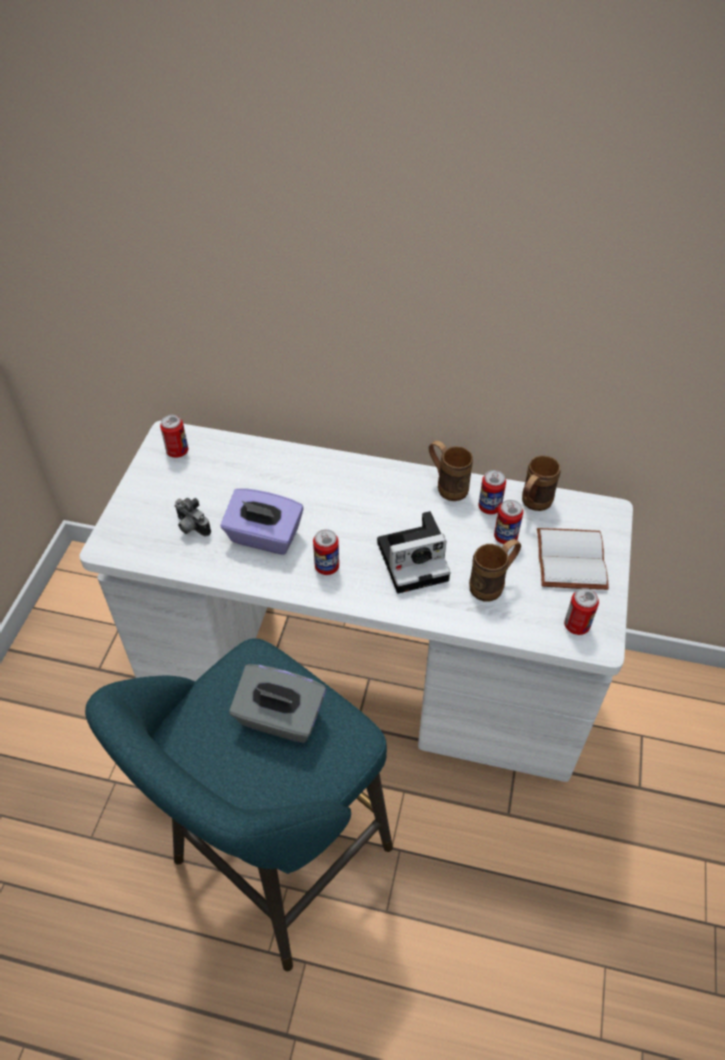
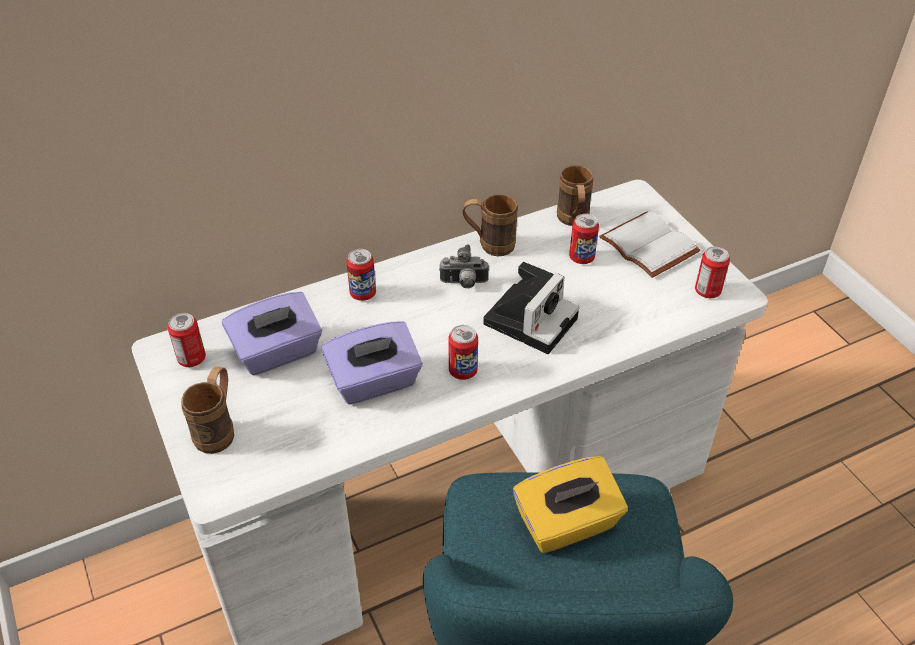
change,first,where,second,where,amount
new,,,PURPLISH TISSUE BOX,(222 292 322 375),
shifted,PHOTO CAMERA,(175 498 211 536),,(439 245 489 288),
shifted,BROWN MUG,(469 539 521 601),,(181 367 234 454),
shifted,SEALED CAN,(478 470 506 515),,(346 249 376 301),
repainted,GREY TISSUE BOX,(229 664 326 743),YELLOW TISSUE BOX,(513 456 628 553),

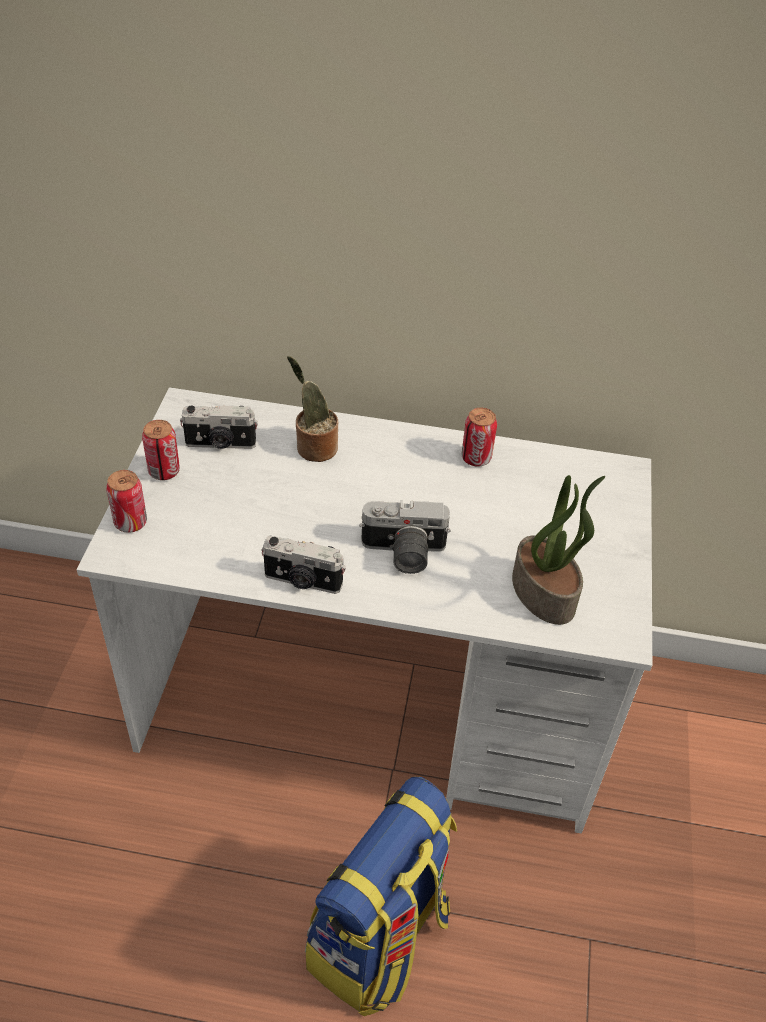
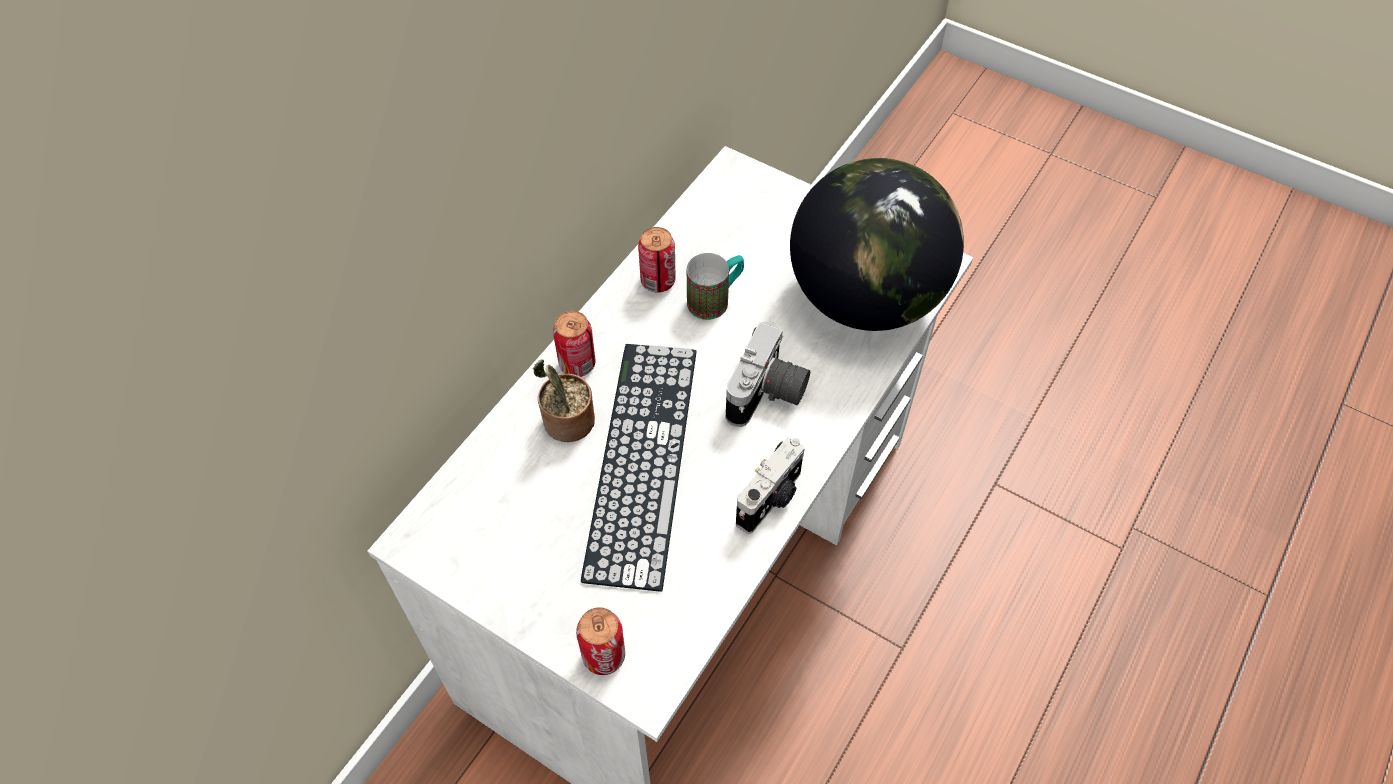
change,first,where,second,where,amount
gone,PHOTO CAMERA,(180 405 258 449),,,
gone,RUCKSACK,(305 777 457 1016),,,
new,,,PC KEYBOARD,(581 344 696 592),
new,,,MUG,(687 253 744 320),
shifted,SEALED CAN,(142 420 180 480),,(553 311 596 377),
swapped,POTTED PLANT,(512 475 605 625),GLOBE,(790 158 964 331),

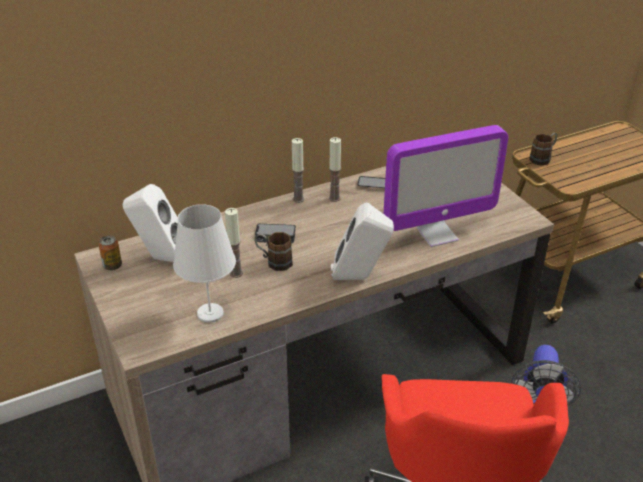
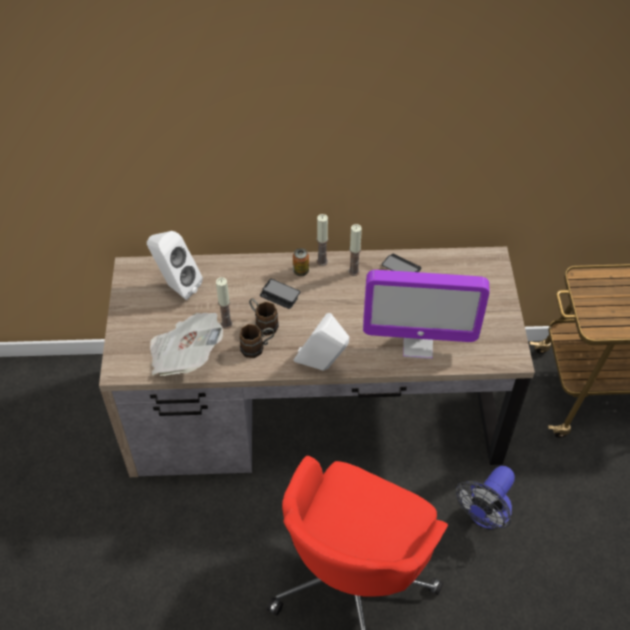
change,first,where,second,where,amount
shifted,SEALED CAN,(99 235 122 271),,(293 248 309 276),
shifted,BROWN MUG,(529 133 557 166),,(239 324 274 358),
swapped,WHITISH TABLETOP LAMP,(173 204 236 323),PRINTED PAPER,(150 313 223 376),

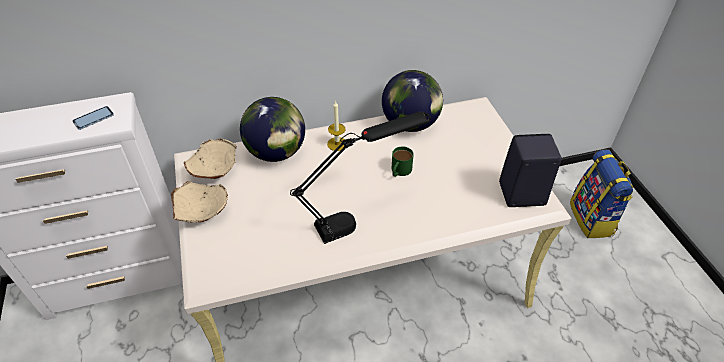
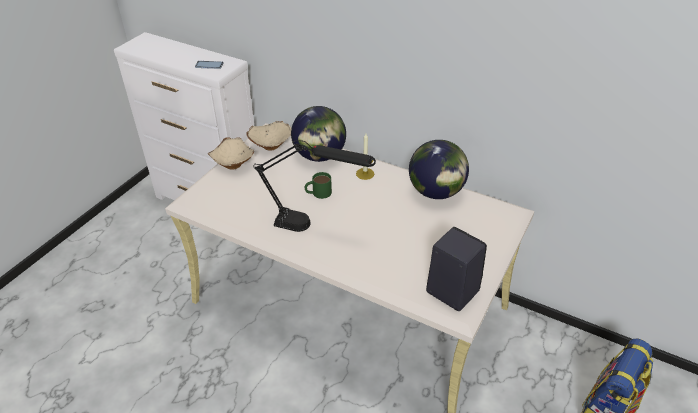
change,first,where,second,where,amount
shifted,GREEN MUG,(392 147 414 177),,(305 172 332 199),

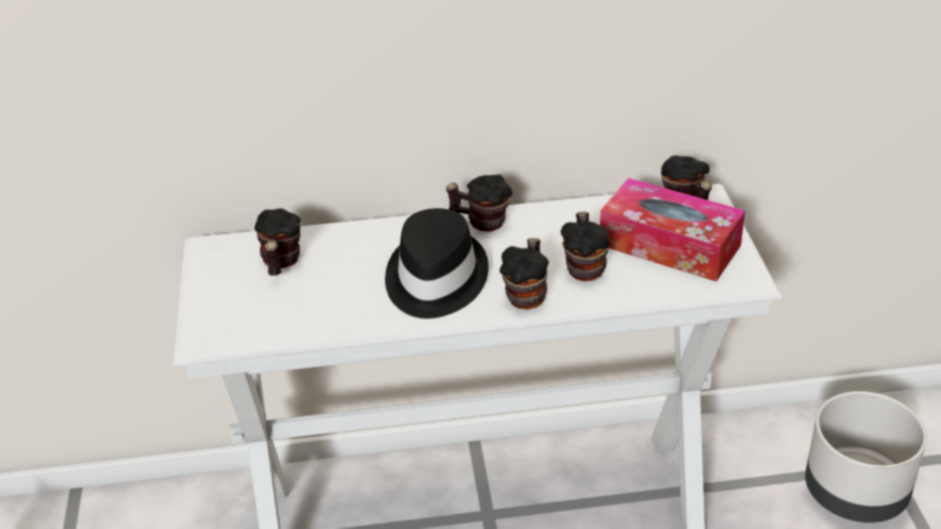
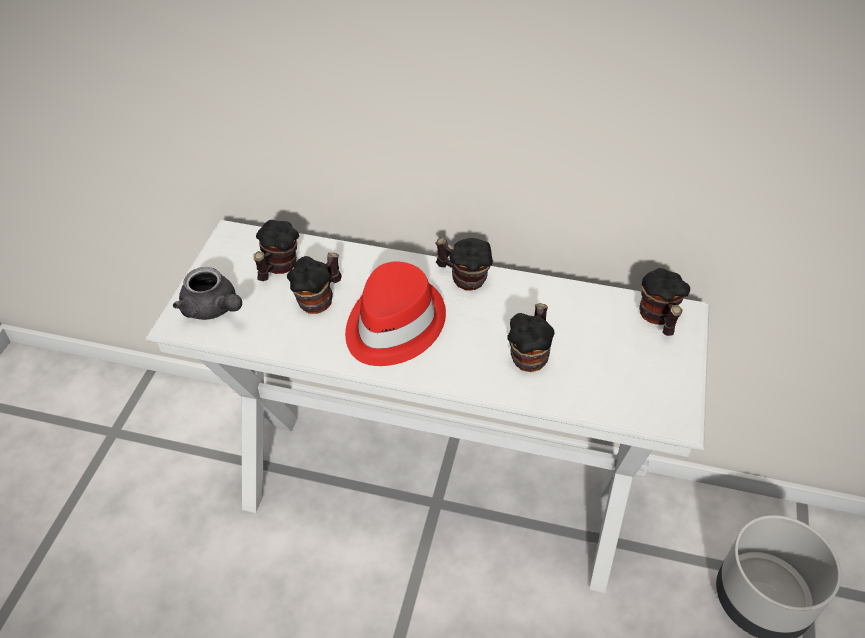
change,first,where,second,where,amount
gone,TISSUE BOX,(600 178 745 282),,,
new,,,GREY POT FOR TEA,(173 267 242 320),
shifted,MUG,(500 238 549 310),,(287 253 342 314),
repainted,BLACK-COLOURED CLOTHING HAT,(385 208 489 319),REDDISH CLOTHING HAT,(345 261 446 366),

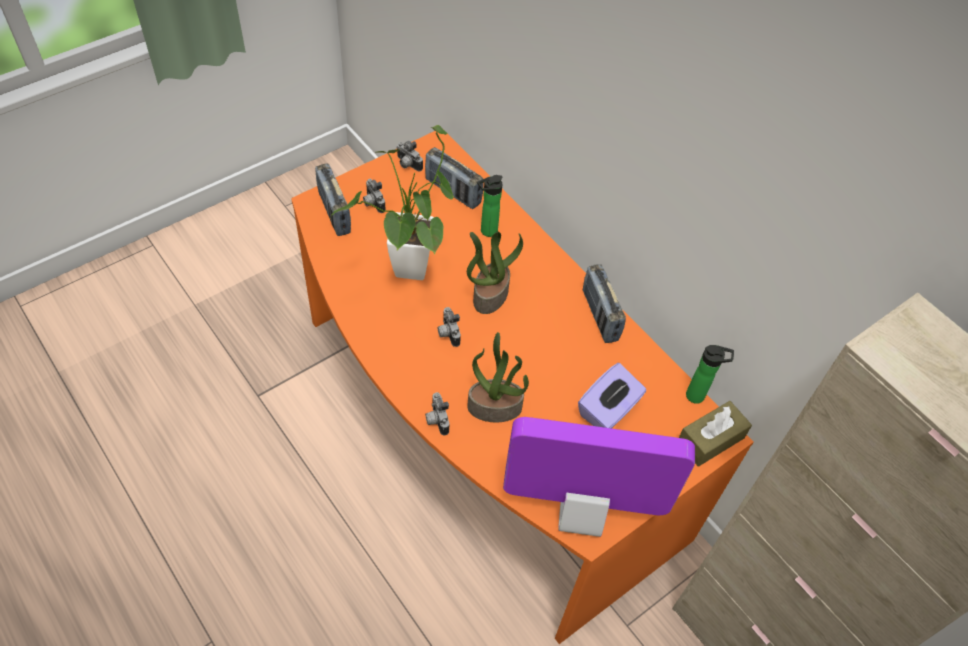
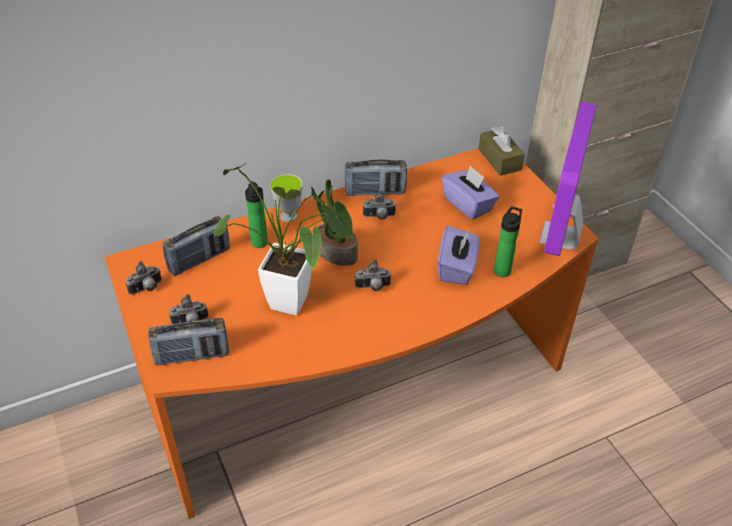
change,first,where,second,where,amount
new,,,SMALL CUP,(270 174 303 222),
shifted,PHOTO CAMERA,(425 392 449 435),,(363 191 396 220),
shifted,BOTTLE,(686 345 734 404),,(494 206 522 277),
swapped,POTTED PLANT,(467 332 529 422),PURPLISH TISSUE BOX,(438 226 479 285),

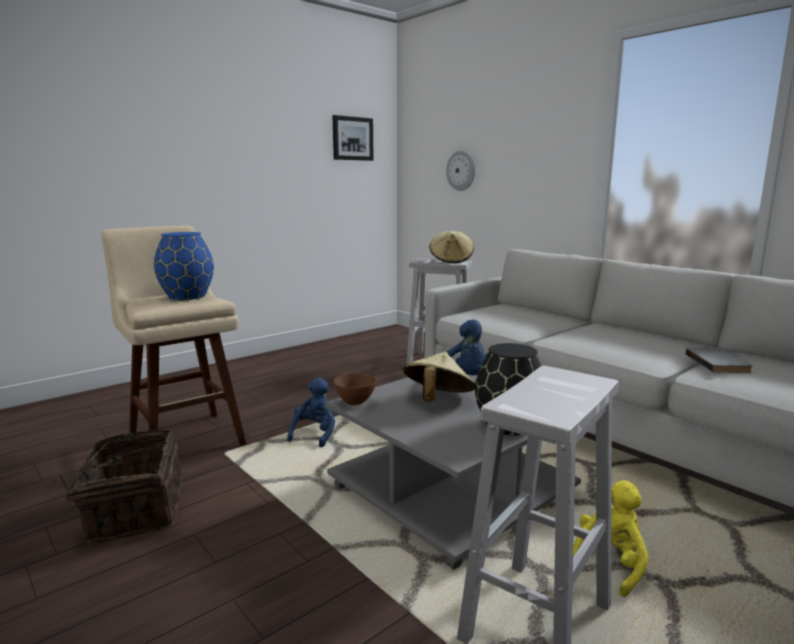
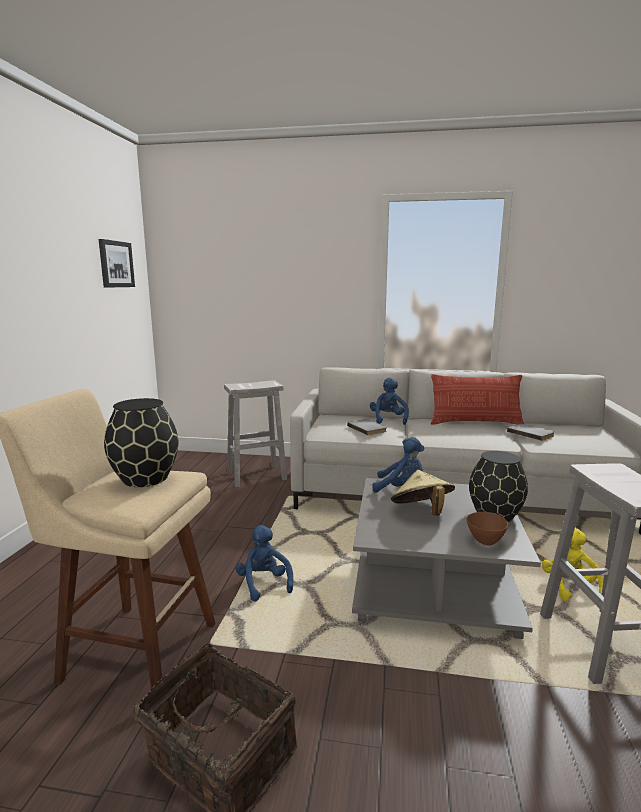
change,first,where,second,where,amount
gone,SAND-COLOURED CLOTHING HAT,(429 231 474 263),,,
gone,WALL CLOCK,(446 150 475 191),,,
new,,,GREY BOOK,(347 419 387 435),
new,,,BLUE SOFT TOY,(370 378 409 425),
new,,,CUSHION,(431 374 524 424),
shifted,BROWN DEEP DISH,(334 374 377 405),,(467 512 508 546),
repainted,BLUE DECORATIVE VASE,(154 232 214 300),BLACK-COLOURED DECORATIVE VASE,(104 398 178 487),

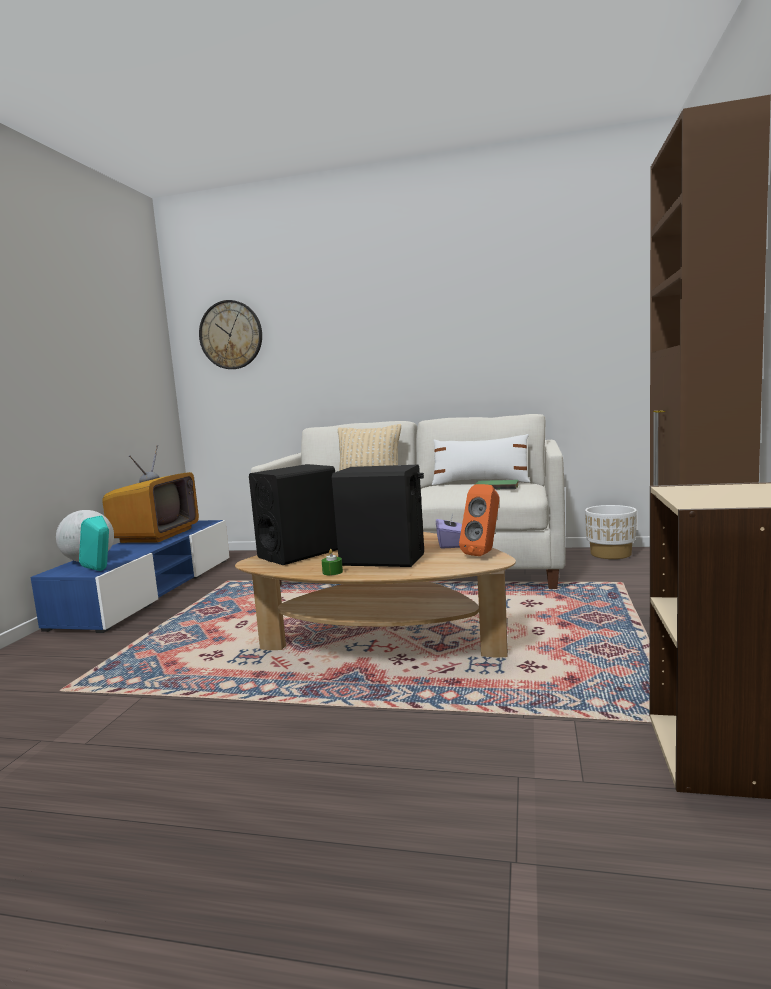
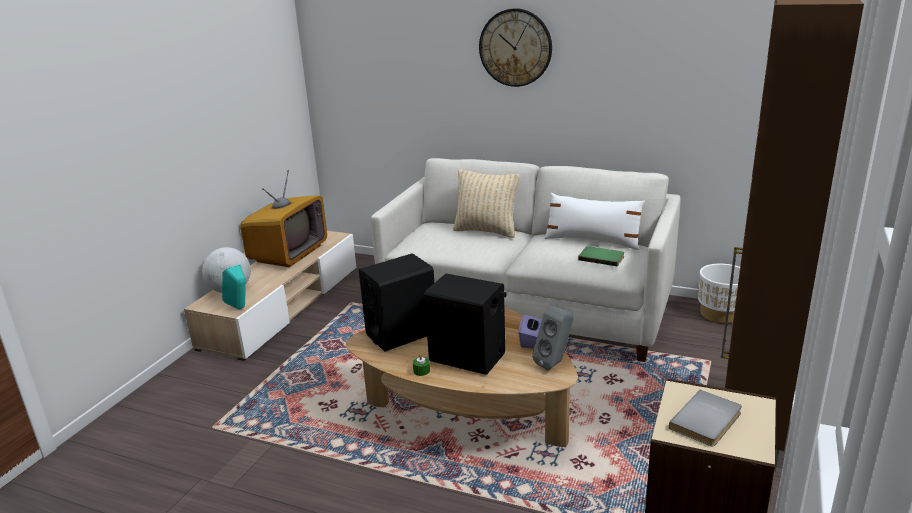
change,first,where,second,where,amount
new,,,GREY BOOK,(669 390 742 446),
shifted,WALL CLOCK,(199 300 262 369),,(479 8 552 87),
repainted,BLUE MEDIA CONSOLE,(30 520 230 633),SAND-COLOURED MEDIA CONSOLE,(184 231 357 361),
repainted,ORANGE-COLOURED AUDIO SPEAKER,(459 484 500 556),GREY AUDIO SPEAKER,(532 306 574 370),

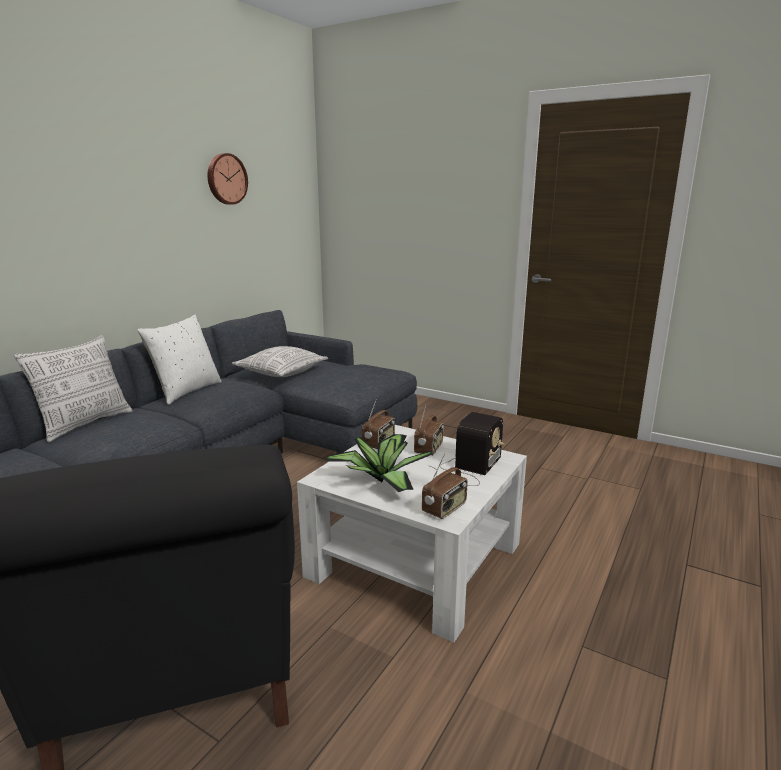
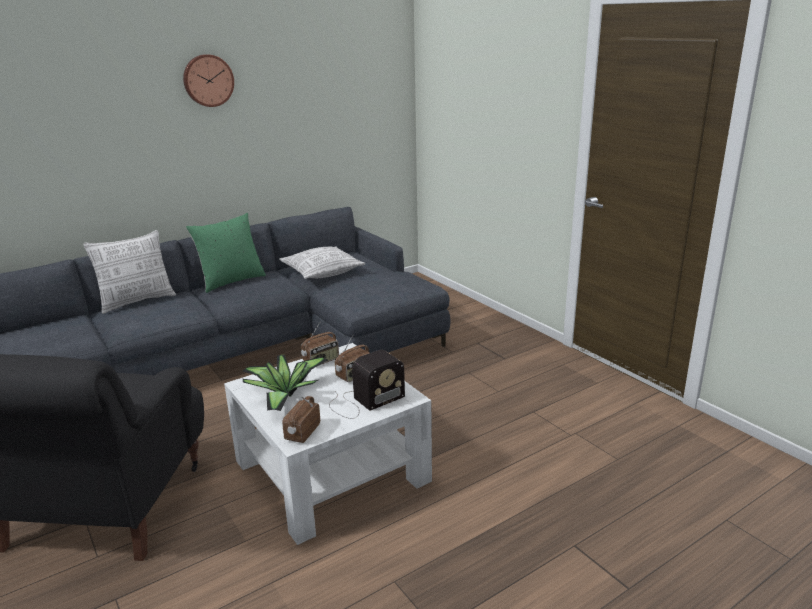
change,first,where,second,where,amount
shifted,WALL CLOCK,(207 153 248 205),,(183 54 234 107),
repainted,WHITISH CUSHION,(137 315 222 405),GREEN CUSHION,(186 213 266 293),
rotated,RADIO SET,(422 453 468 519),,(282 396 320 443),135 degrees clockwise

